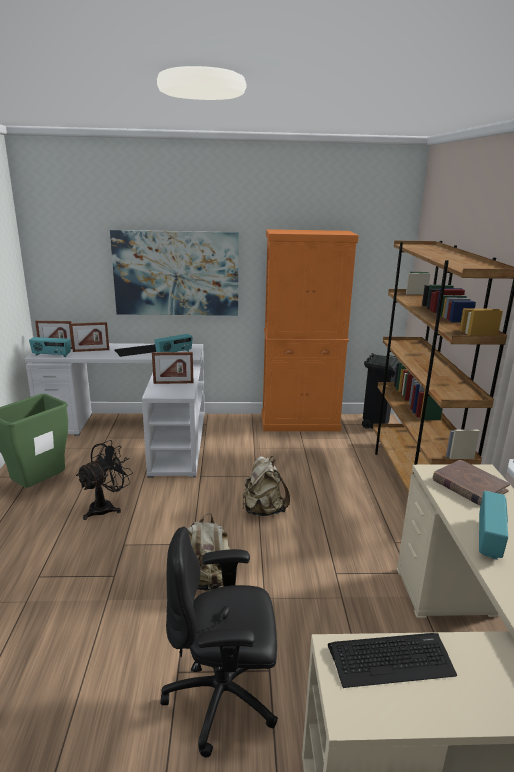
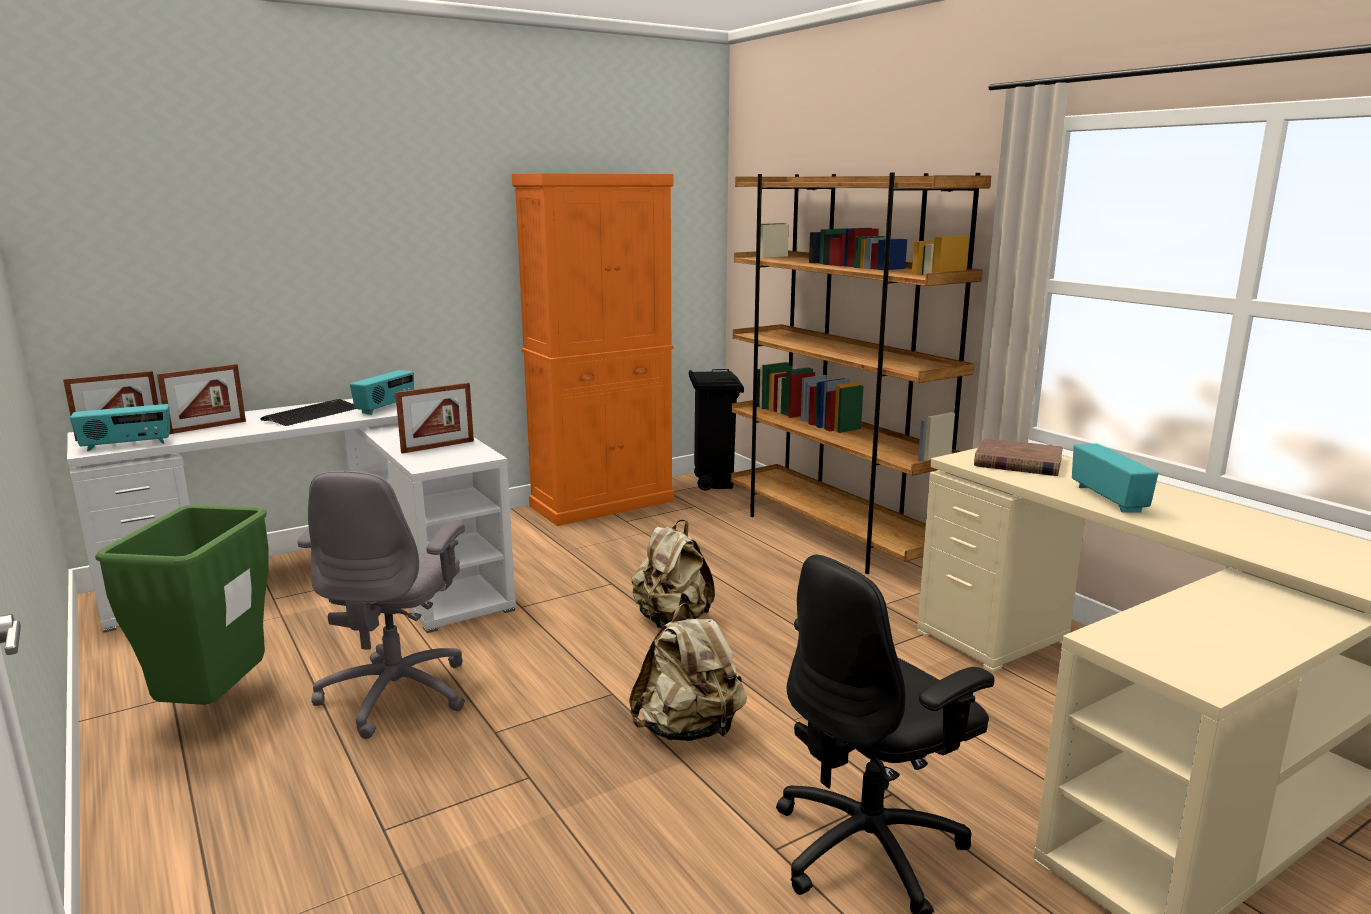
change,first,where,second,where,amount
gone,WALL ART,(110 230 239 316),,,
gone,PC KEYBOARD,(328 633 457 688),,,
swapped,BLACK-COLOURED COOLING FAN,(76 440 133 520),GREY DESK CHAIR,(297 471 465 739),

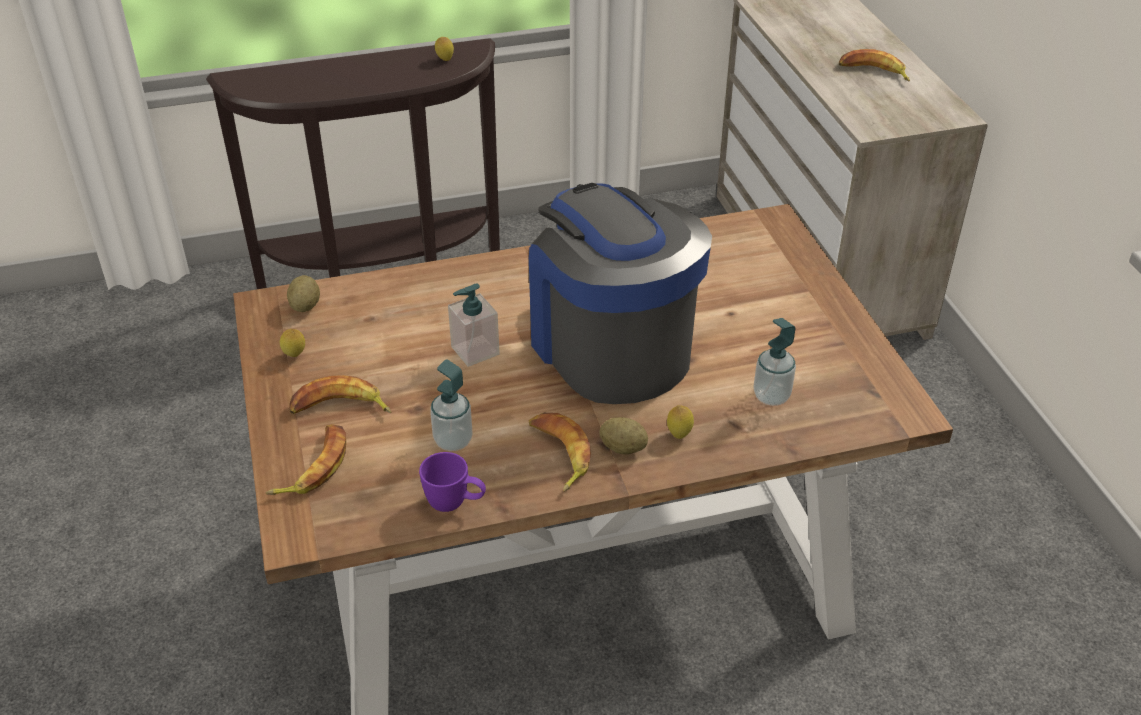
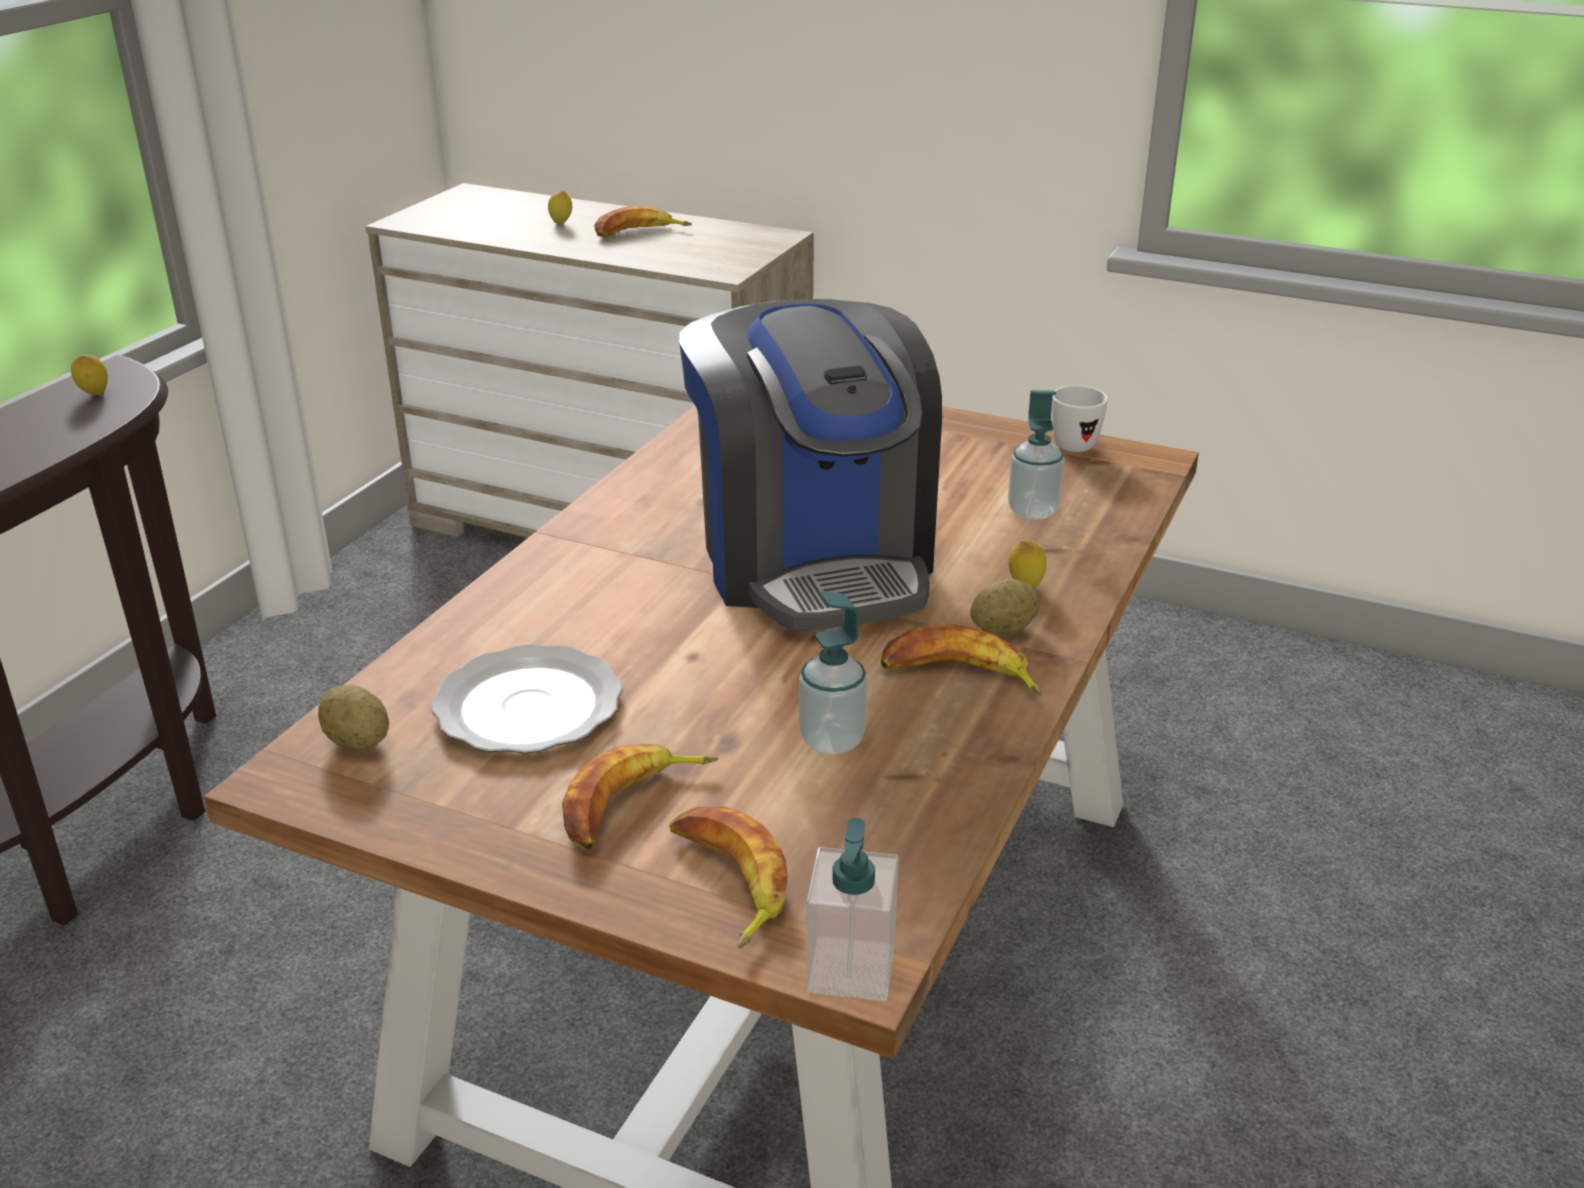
change,first,where,second,where,amount
gone,PURPLISH MUG,(419 452 486 512),,,
new,,,FLAT DISH,(431 644 623 754),
new,,,WHITISH MUG,(1052 385 1108 452),
shifted,CITRUS FRUIT,(280 329 305 357),,(548 190 572 224),
shifted,SOAP DISPENSER,(448 283 500 367),,(806 818 899 1001),
rotated,COFFEE MAKER,(529 183 712 404),,(679 299 942 632),120 degrees counterclockwise

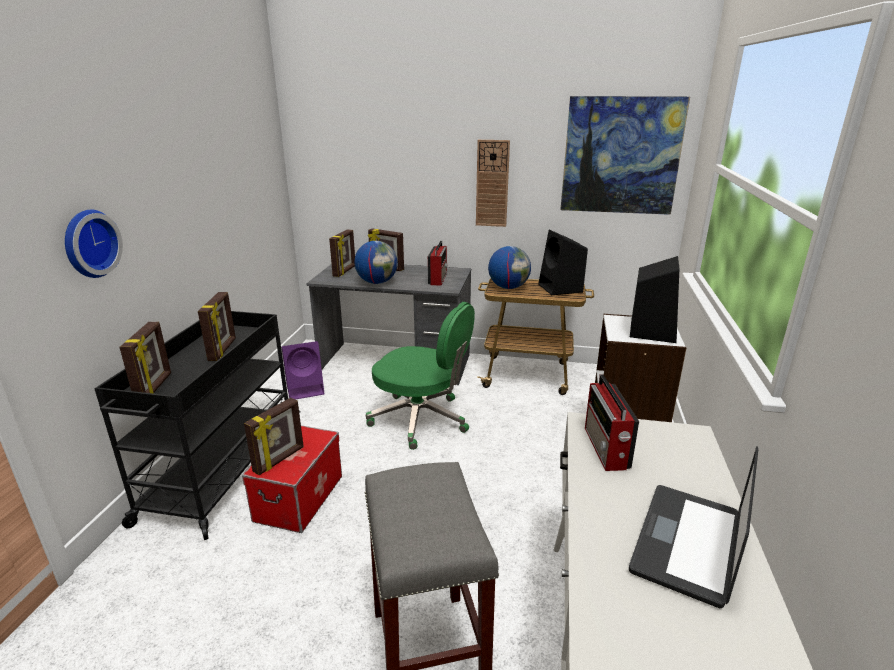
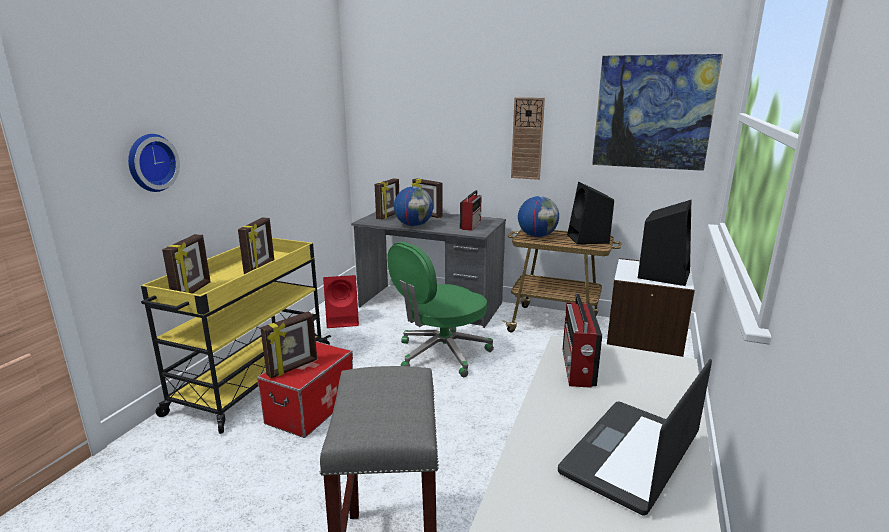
change,first,where,second,where,amount
repainted,BLACK-COLOURED WHEELED CART,(95 311 301 540),YELLOW WHEELED CART,(141 238 331 434),
repainted,PURPLISH AUDIO SPEAKER,(282 341 325 400),REDDISH AUDIO SPEAKER,(323 275 359 328),
rotated,GREEN DESK CHAIR,(366 302 475 450),,(387 241 494 377),105 degrees clockwise

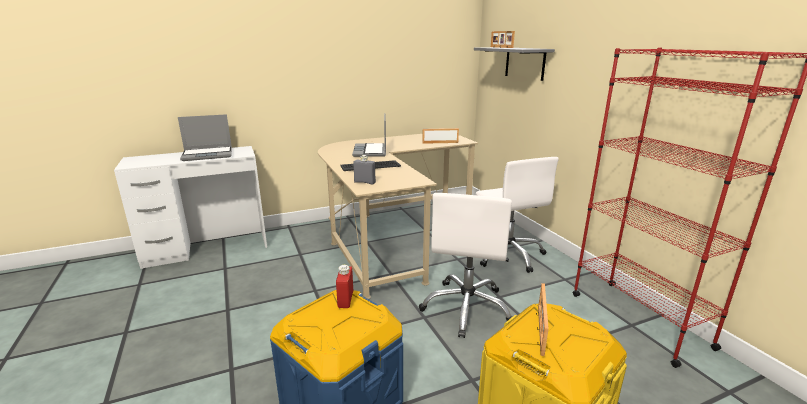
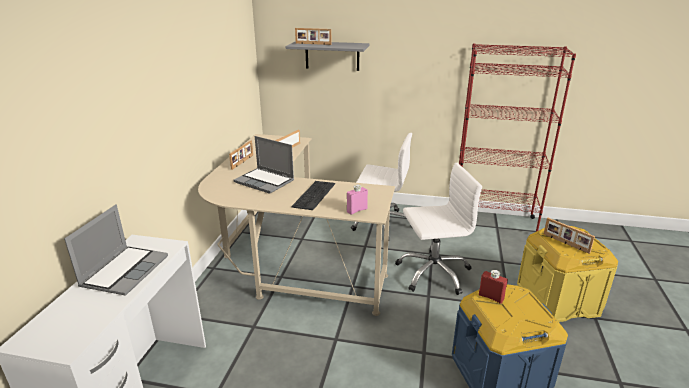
change,first,where,second,where,amount
new,,,STANDING FRAME,(229 140 253 170),
repainted,GREY BOTTLE,(353 155 376 185),PINK BOTTLE,(347 185 368 215),
rotated,WHITISH DESK CHAIR,(419 193 513 338),,(395 163 482 295),60 degrees counterclockwise

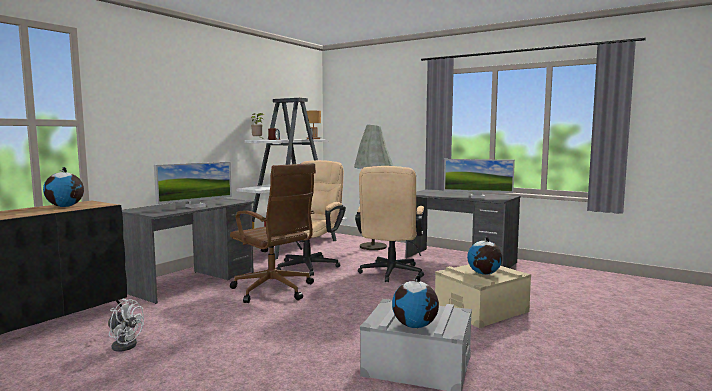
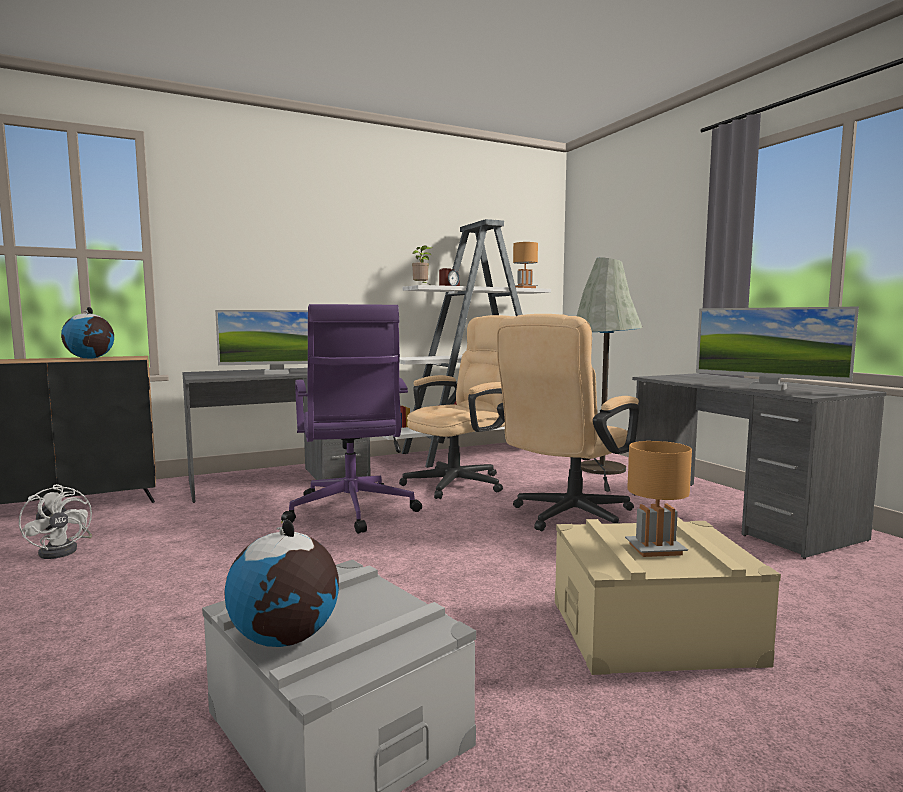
change,first,where,second,where,amount
swapped,GLOBE,(467 237 502 275),BROWN TABLETOP LAMP,(625 441 692 557),
repainted,BROWN DESK CHAIR,(230 163 316 303),PURPLISH DESK CHAIR,(281 304 422 534),

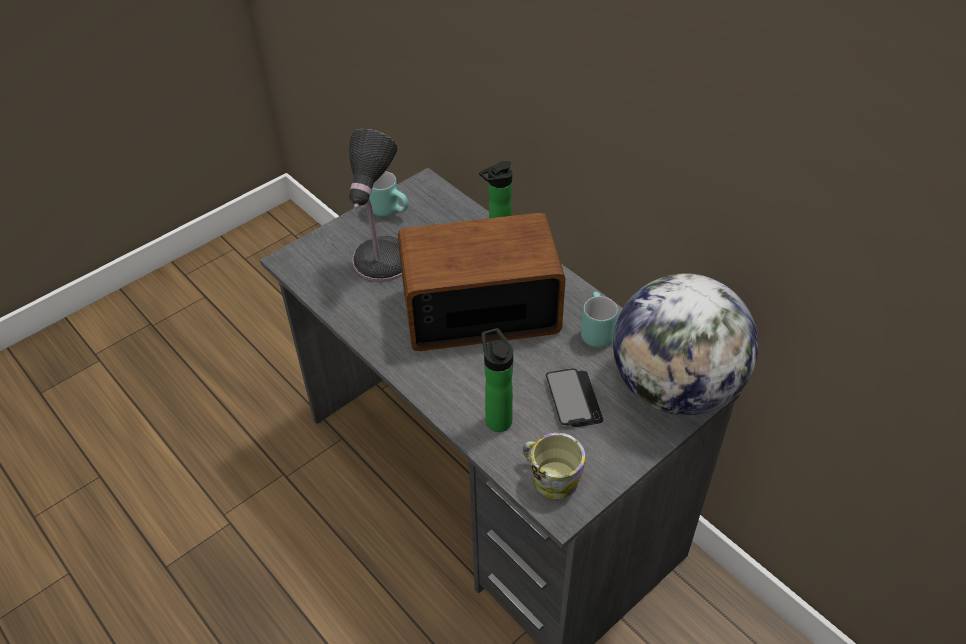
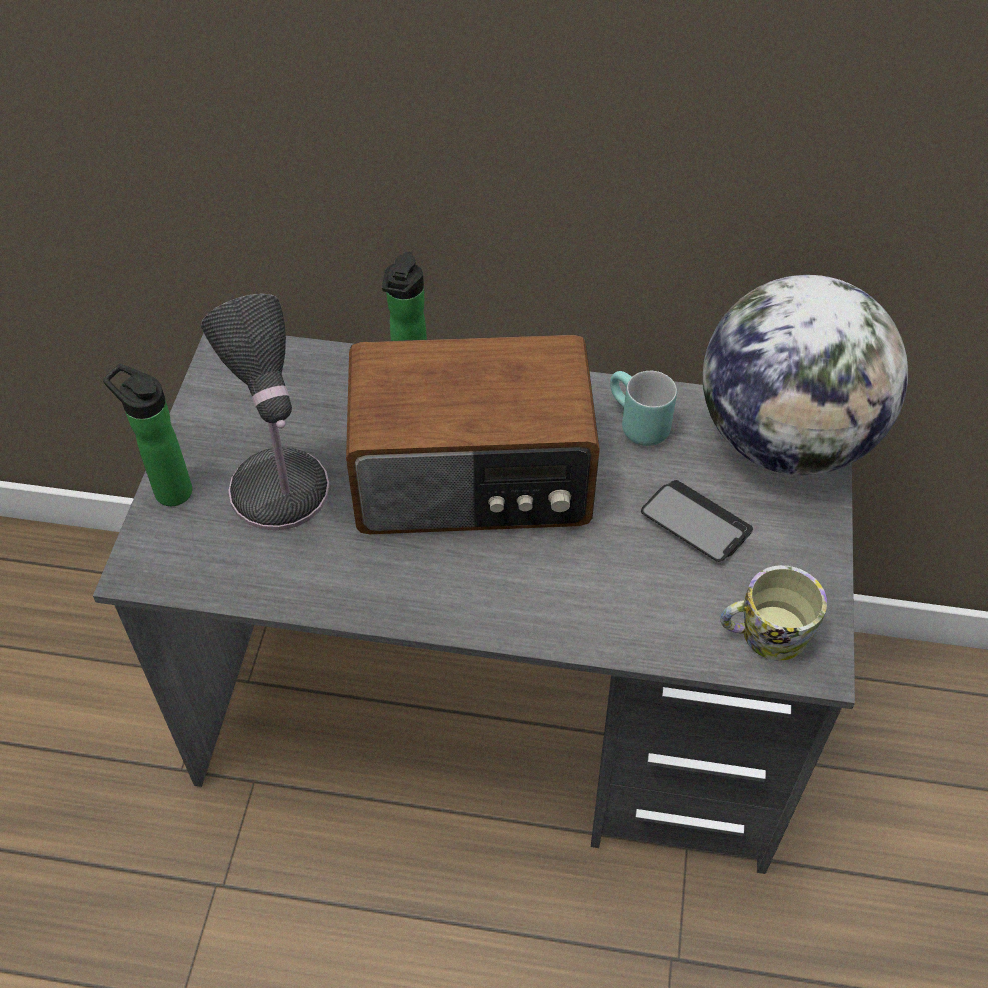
change,first,where,second,where,amount
gone,BLUE-GREEN MUG,(369 171 409 217),,,
shifted,BOTTLE,(482 328 513 432),,(103 364 192 506),
rotated,RADIO SET,(398 213 566 351),,(346 334 600 534),135 degrees counterclockwise

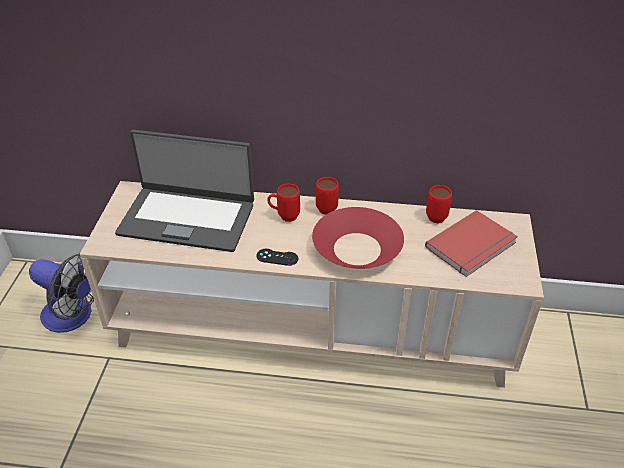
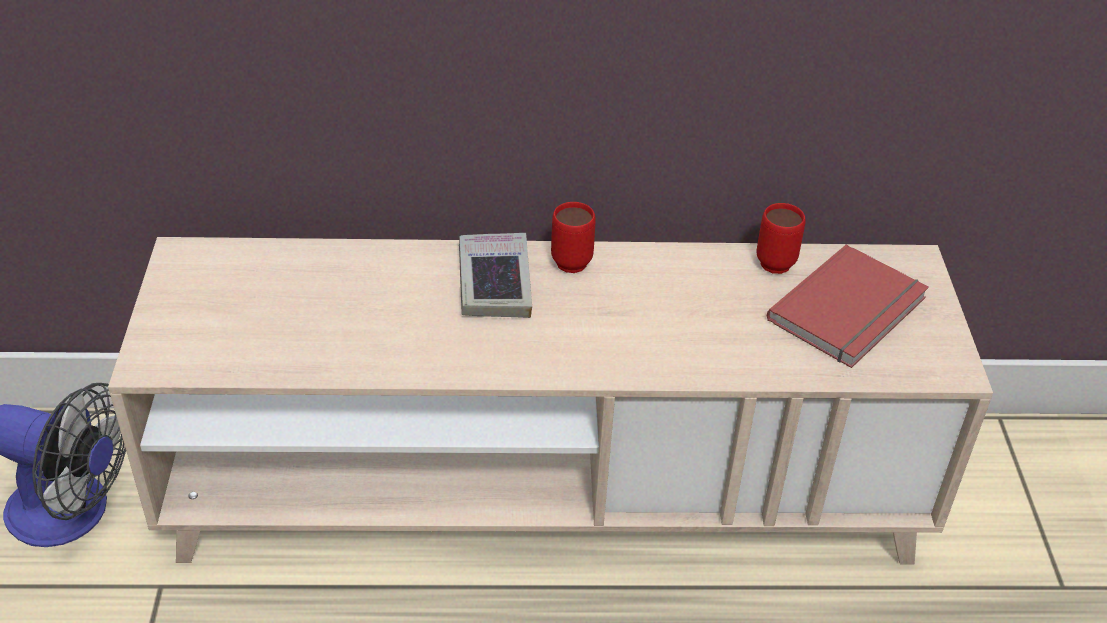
change,first,where,second,where,amount
gone,LAPTOP,(115 130 254 252),,,
gone,BLACK-COLOURED GAMEPAD,(256 249 298 266),,,
gone,REDDISH DEEP DISH,(312 207 404 269),,,
swapped,REDDISH MUG,(267 184 300 222),BOOK,(459 233 532 318),

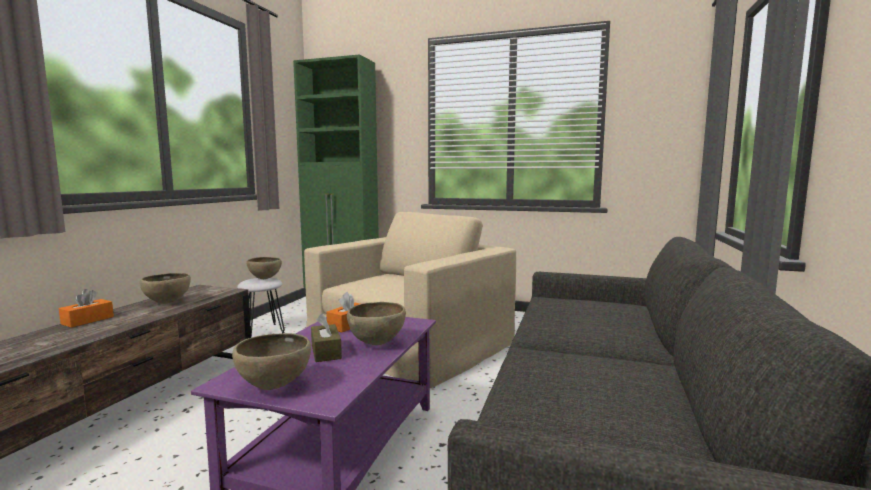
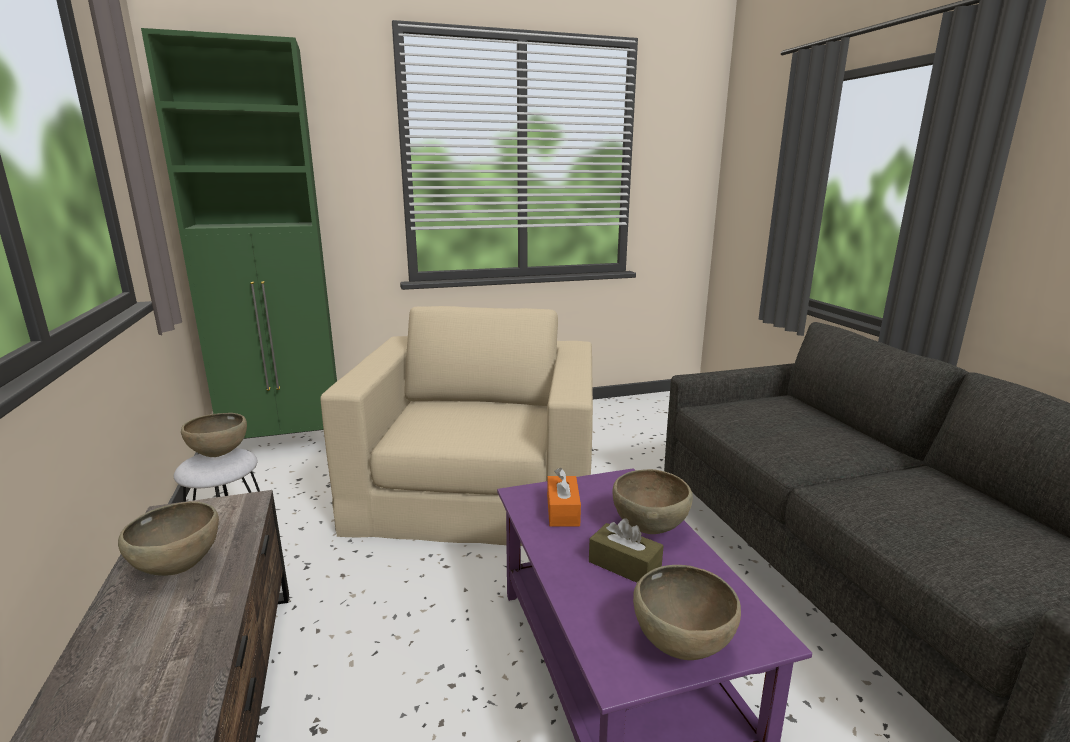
change,first,where,second,where,amount
gone,ORANGE-COLOURED TISSUE BOX,(59 289 114 328),,,

